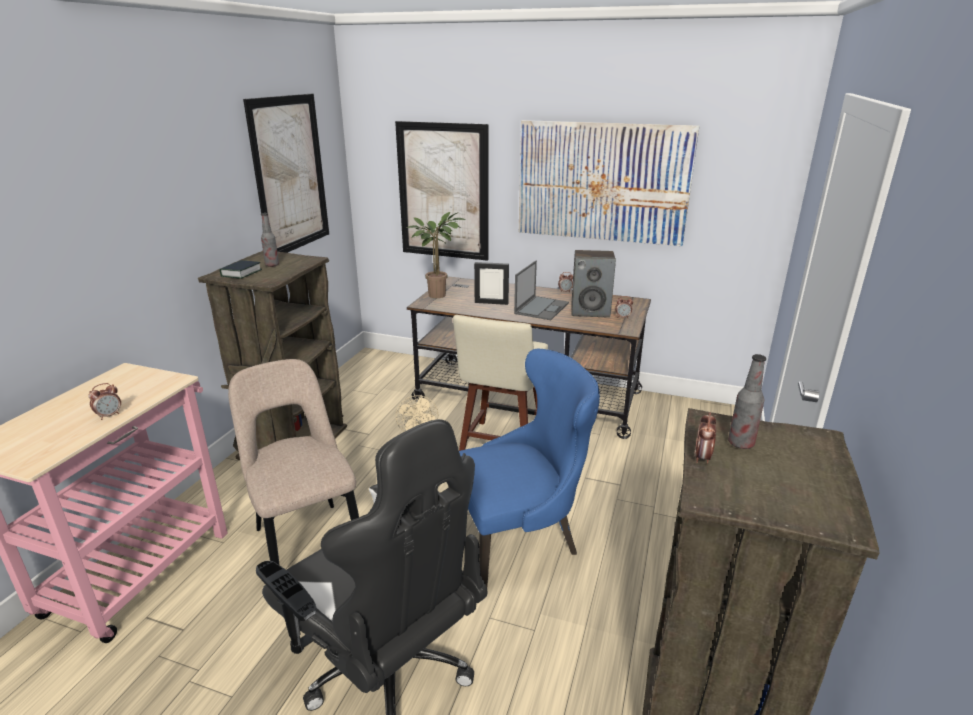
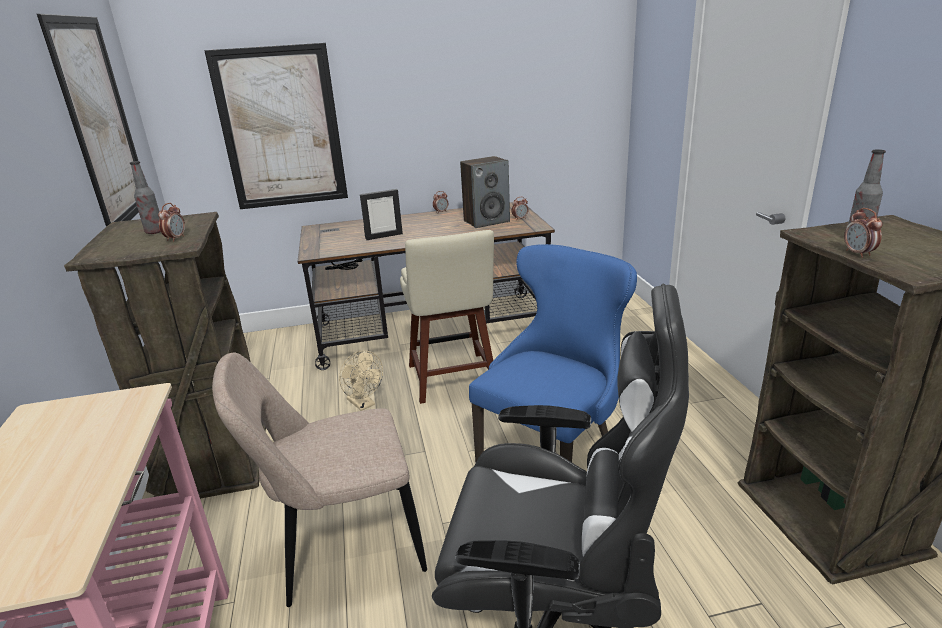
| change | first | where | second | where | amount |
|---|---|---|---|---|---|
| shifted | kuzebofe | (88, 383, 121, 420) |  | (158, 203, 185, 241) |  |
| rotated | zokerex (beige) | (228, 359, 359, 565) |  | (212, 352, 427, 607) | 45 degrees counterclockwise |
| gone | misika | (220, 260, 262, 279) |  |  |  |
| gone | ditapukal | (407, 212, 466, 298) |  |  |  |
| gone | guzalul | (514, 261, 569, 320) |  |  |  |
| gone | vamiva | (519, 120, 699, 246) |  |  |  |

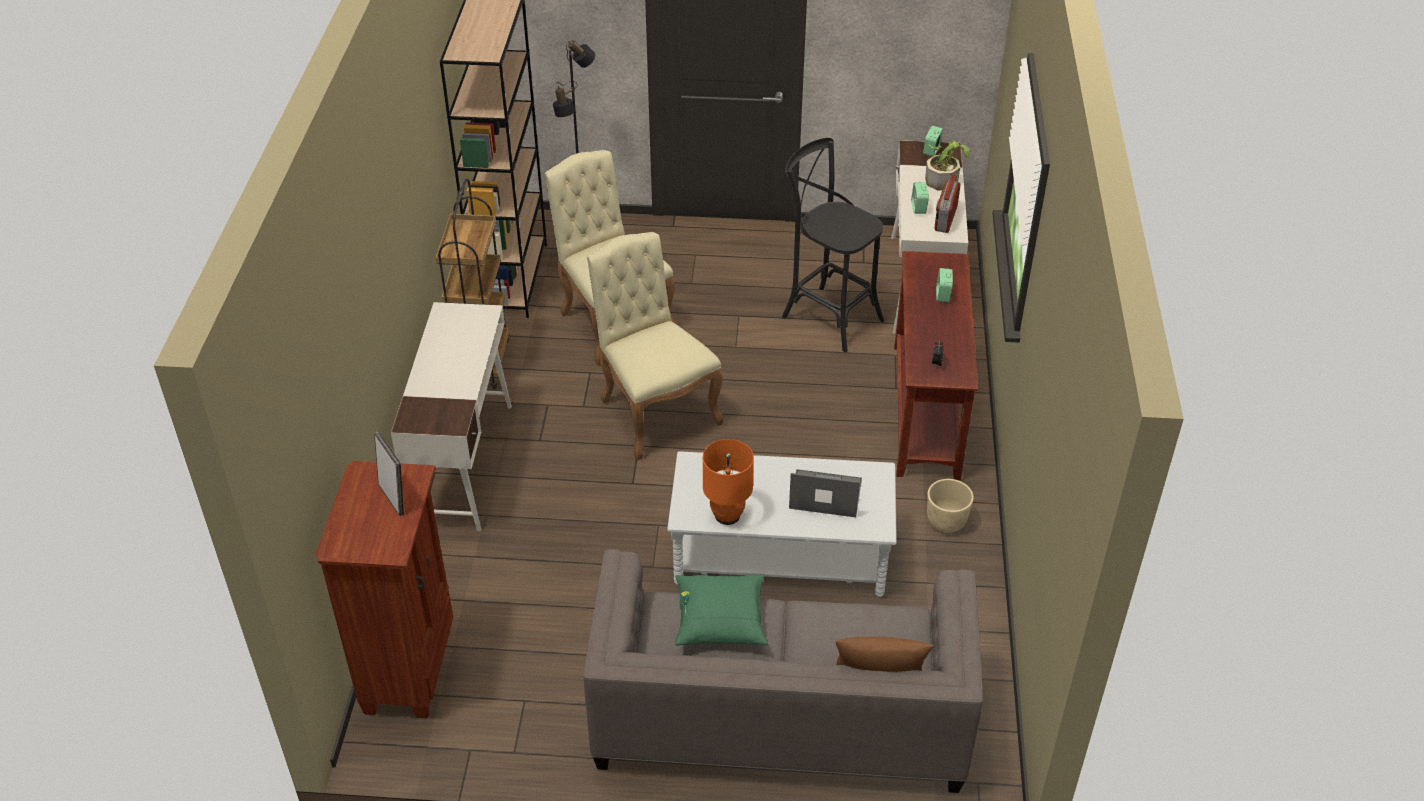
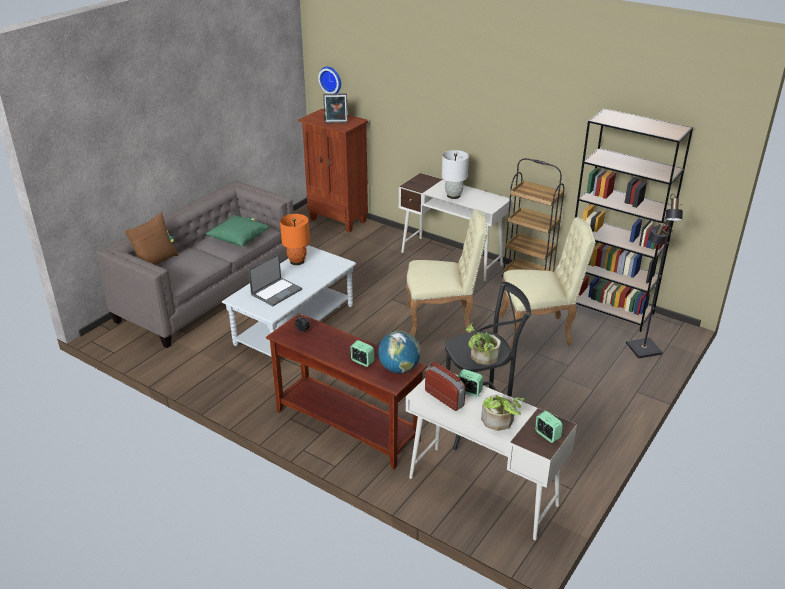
| change | first | where | second | where | amount |
|---|---|---|---|---|---|
| new |  |  | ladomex | (318, 67, 341, 94) |  |
| new |  |  | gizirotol | (378, 331, 421, 373) |  |
| new |  |  | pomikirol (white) | (442, 150, 469, 199) |  |
| new |  |  | ditapukal | (466, 323, 501, 365) |  |
| gone | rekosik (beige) | (927, 479, 974, 533) |  |  |  |

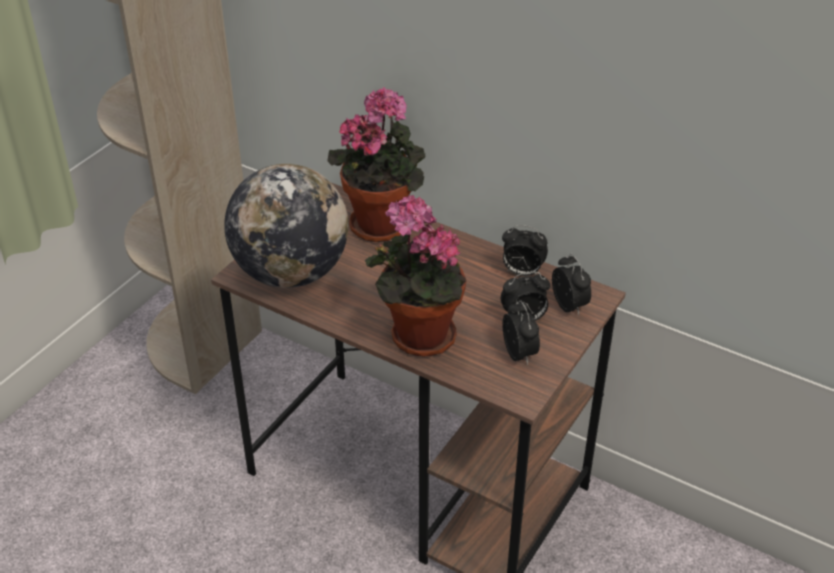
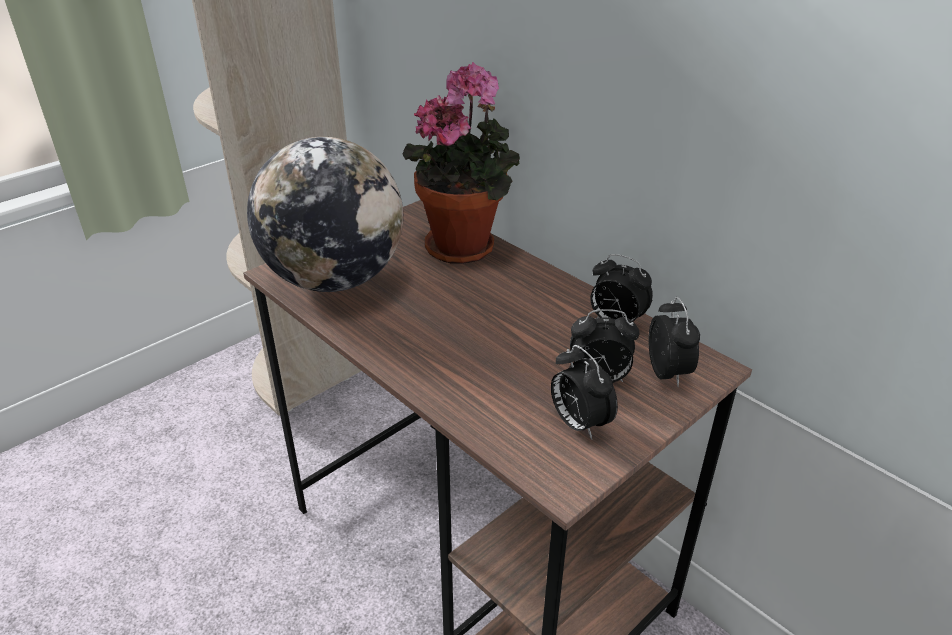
| change | first | where | second | where | amount |
|---|---|---|---|---|---|
| rotated | kuzebofe | (502, 300, 540, 365) |  | (551, 345, 618, 440) | 150 degrees clockwise |
| gone | ditapukal | (365, 195, 466, 357) |  |  |  |

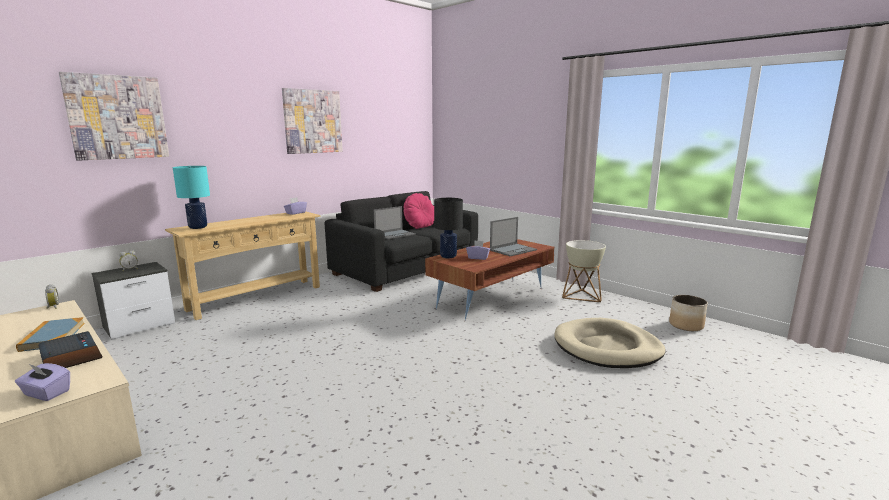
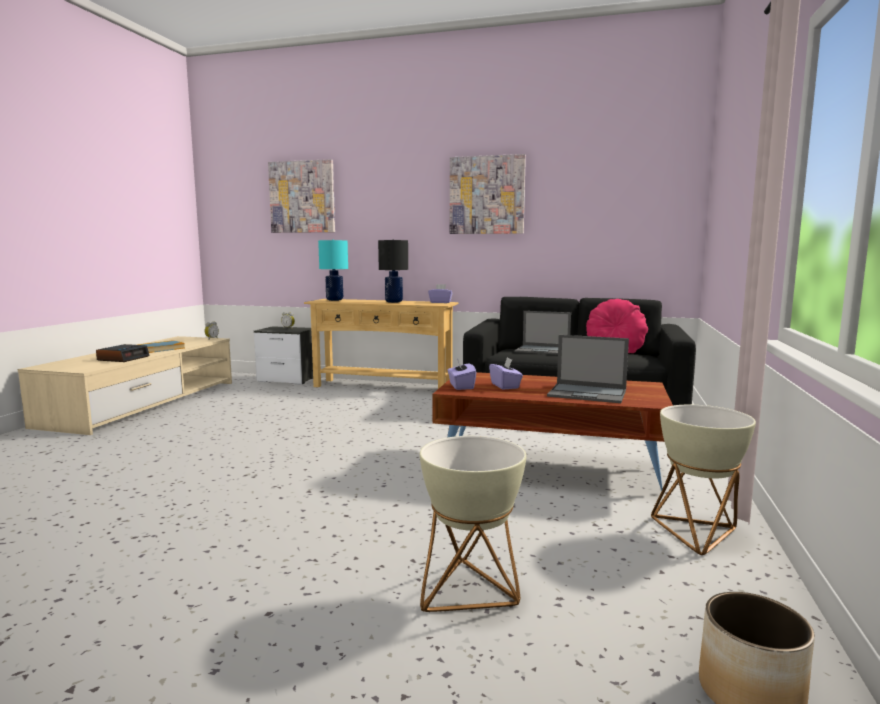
| change | first | where | second | where | amount |
|---|---|---|---|---|---|
| shifted | pomikirol (black) | (434, 198, 463, 259) |  | (378, 239, 408, 303) |  |
| swapped | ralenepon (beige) | (554, 318, 665, 368) | rekosik | (420, 436, 526, 612) |  |
| shifted | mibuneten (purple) | (15, 363, 70, 401) |  | (447, 359, 476, 390) |  |

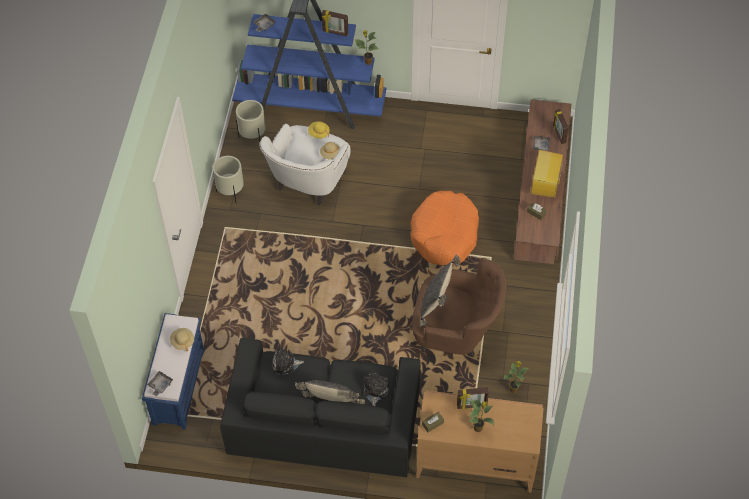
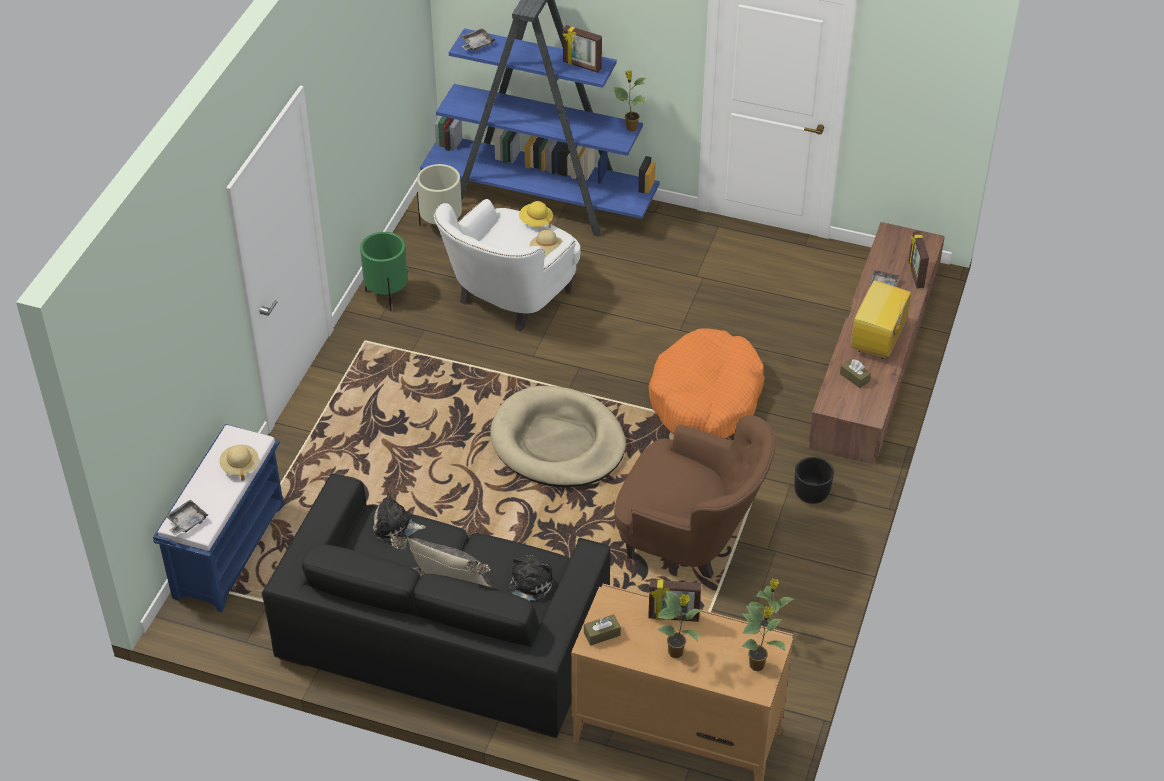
| change | first | where | second | where | amount |
|---|---|---|---|---|---|
| repainted | rekosik (beige) | (213, 156, 244, 203) | rekosik (green) | (360, 232, 408, 311) |  |
| new |  |  | ralenepon (beige) | (490, 386, 626, 487) |  |
| new |  |  | ditapukal | (742, 606, 786, 671) |  |
| new |  |  | rekosik (black) | (794, 457, 834, 504) |  |
| gone | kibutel | (420, 255, 461, 327) |  |  |  |

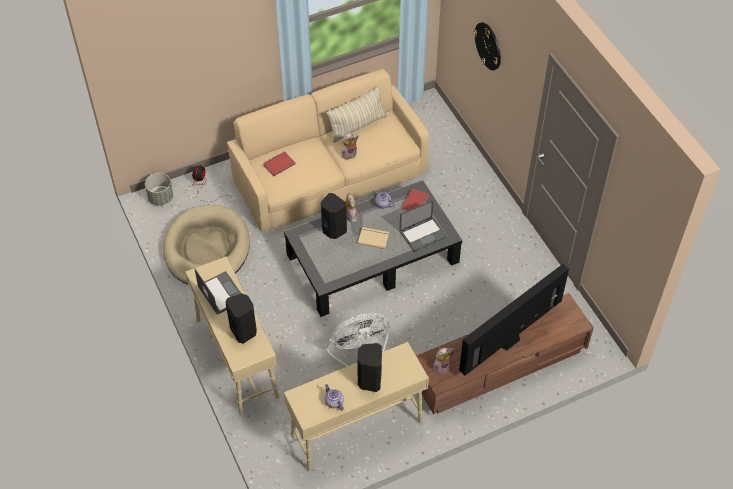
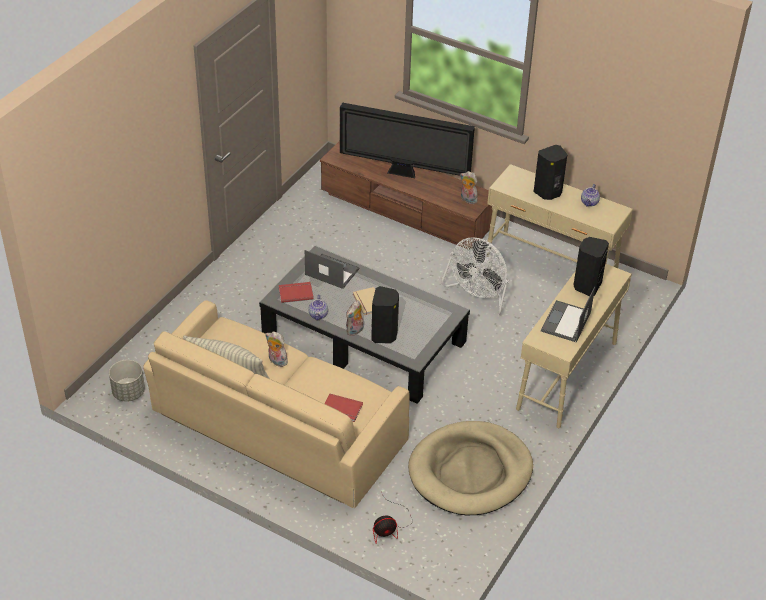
| change | first | where | second | where | amount |
|---|---|---|---|---|---|
| shifted | rekosik (grey) | (145, 173, 173, 206) |  | (109, 360, 145, 402) |  |
| gone | ladomex | (473, 22, 501, 70) |  |  |  |

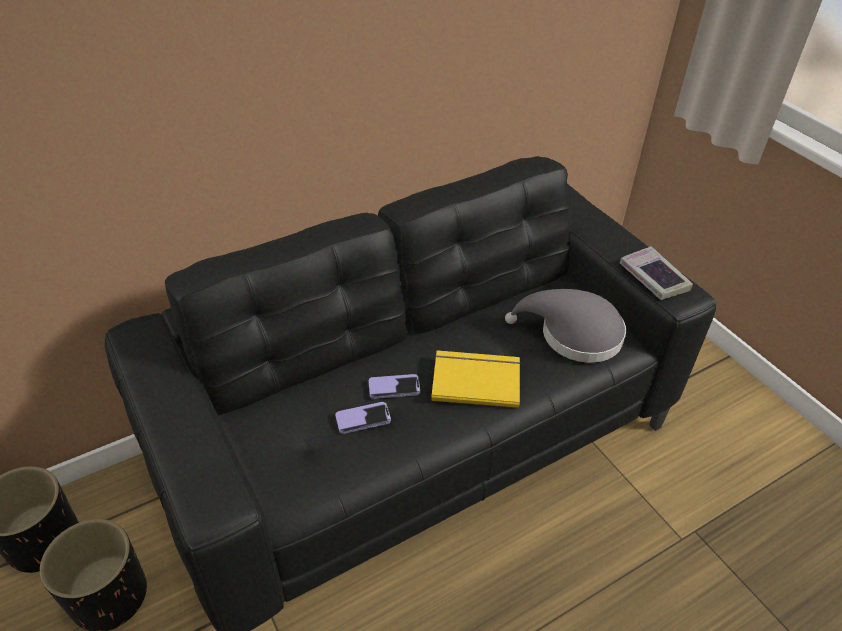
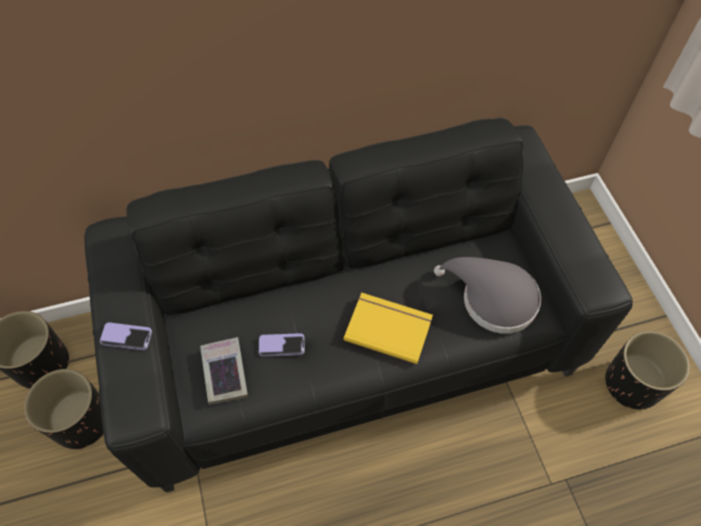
| change | first | where | second | where | amount |
|---|---|---|---|---|---|
| shifted | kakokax | (369, 374, 420, 399) |  | (100, 322, 152, 350) |  |
| shifted | misika | (620, 246, 693, 300) |  | (200, 337, 248, 405) |  |
| new |  |  | rekosik (black) | (605, 331, 690, 410) |  |

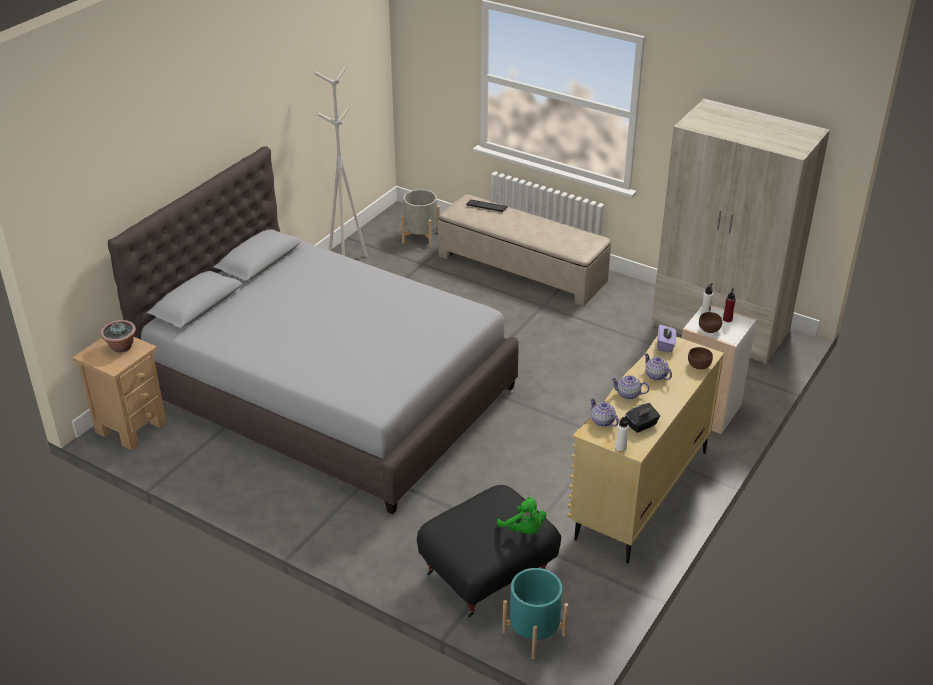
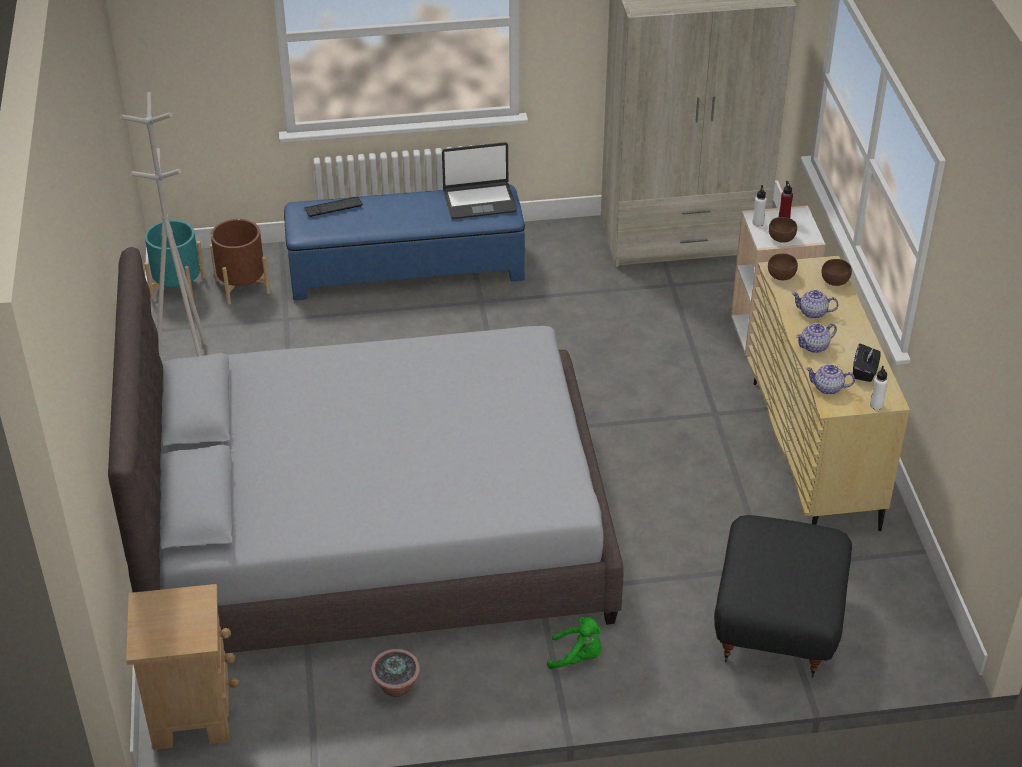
| change | first | where | second | where | amount |
|---|---|---|---|---|---|
| shifted | rekosik (turquoise) | (502, 568, 568, 660) |  | (144, 220, 206, 300) |  |
| repainted | rekosik (grey) | (401, 189, 440, 248) | rekosik (brown) | (210, 219, 270, 305) |  |
| repainted | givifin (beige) | (438, 194, 611, 306) | givifin (blue) | (284, 185, 525, 300) |  |
| shifted | ditapukal | (101, 320, 136, 353) |  | (371, 649, 420, 697) |  |
| new |  |  | guzalul | (442, 142, 517, 219) |  |
| shifted | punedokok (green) | (497, 497, 546, 534) |  | (547, 617, 602, 669) |  |
| swapped | mibuneten (purple) | (657, 324, 676, 352) | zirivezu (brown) | (768, 254, 798, 280) |  |

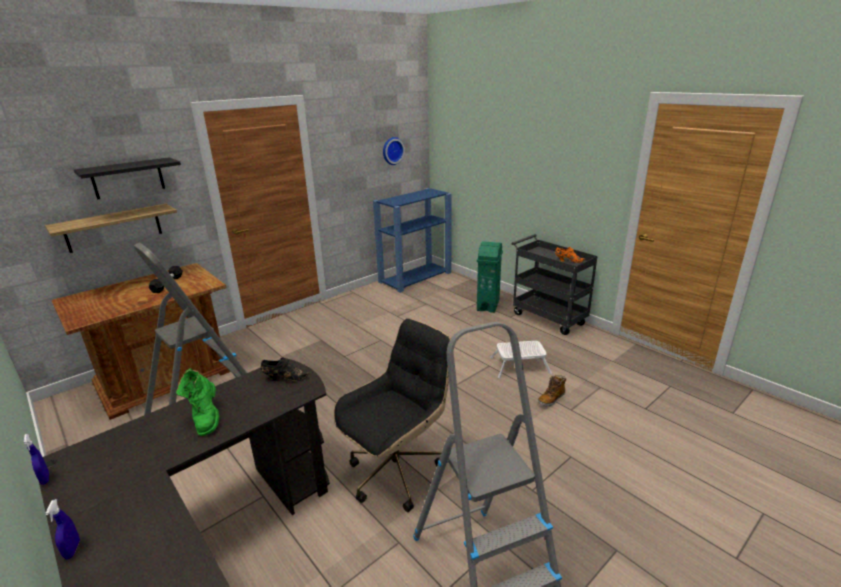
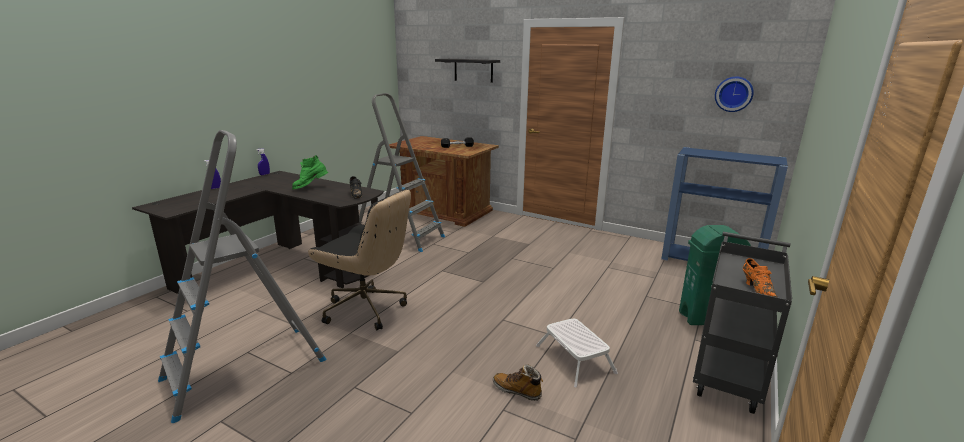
| change | first | where | second | where | amount |
|---|---|---|---|---|---|
| gone | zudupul | (45, 204, 177, 253) |  |  |  |

